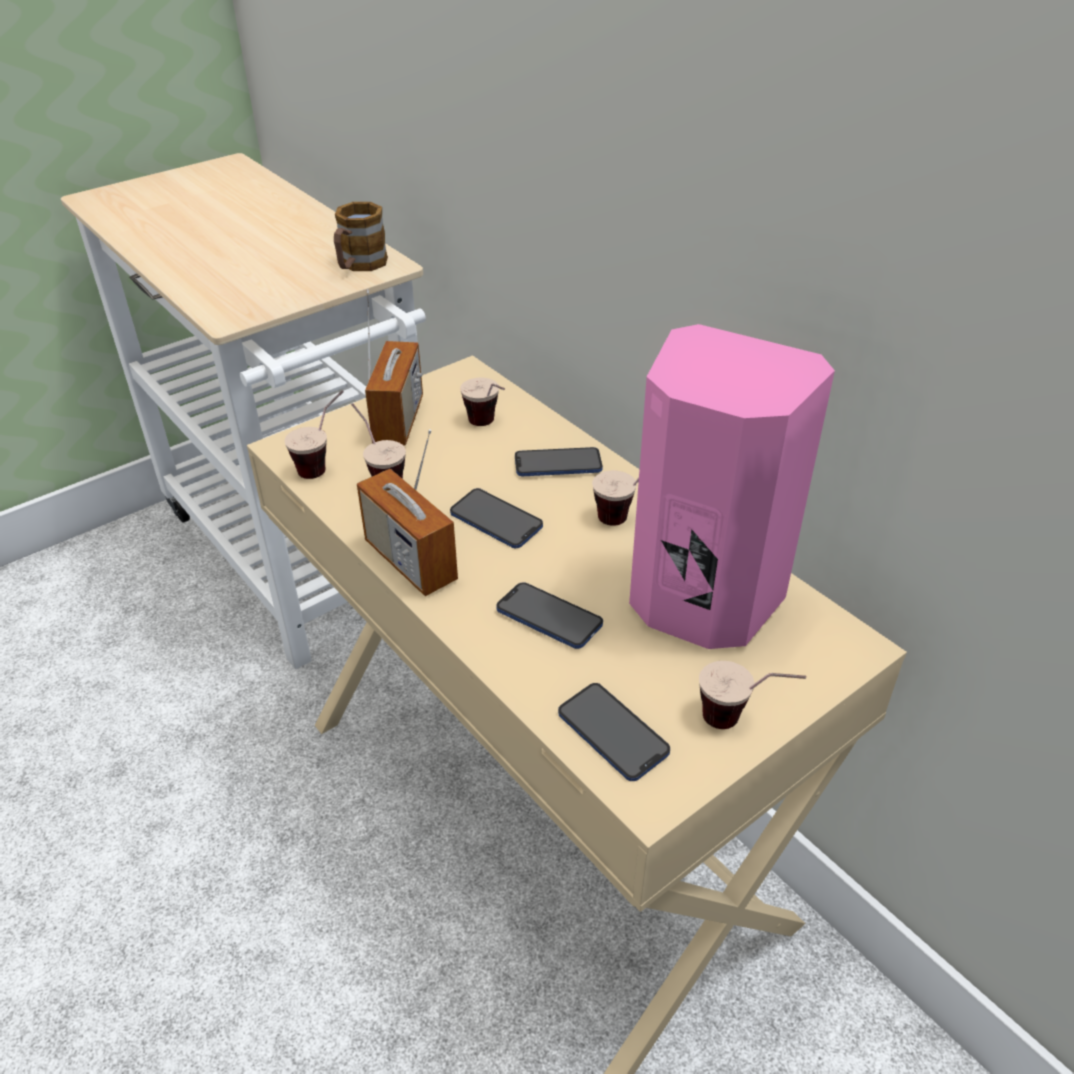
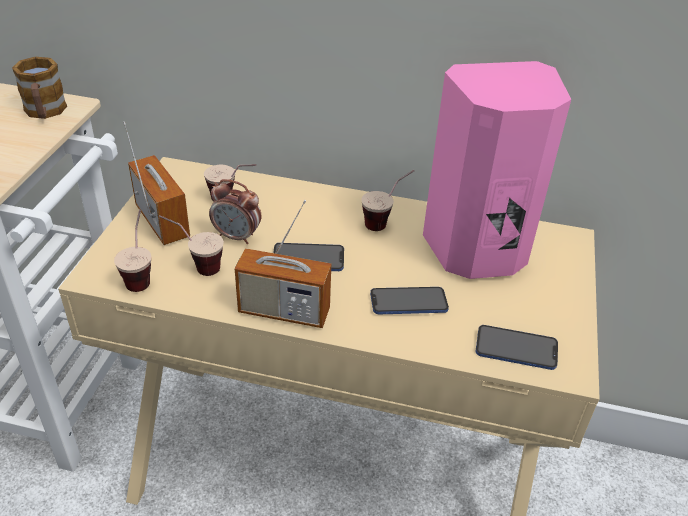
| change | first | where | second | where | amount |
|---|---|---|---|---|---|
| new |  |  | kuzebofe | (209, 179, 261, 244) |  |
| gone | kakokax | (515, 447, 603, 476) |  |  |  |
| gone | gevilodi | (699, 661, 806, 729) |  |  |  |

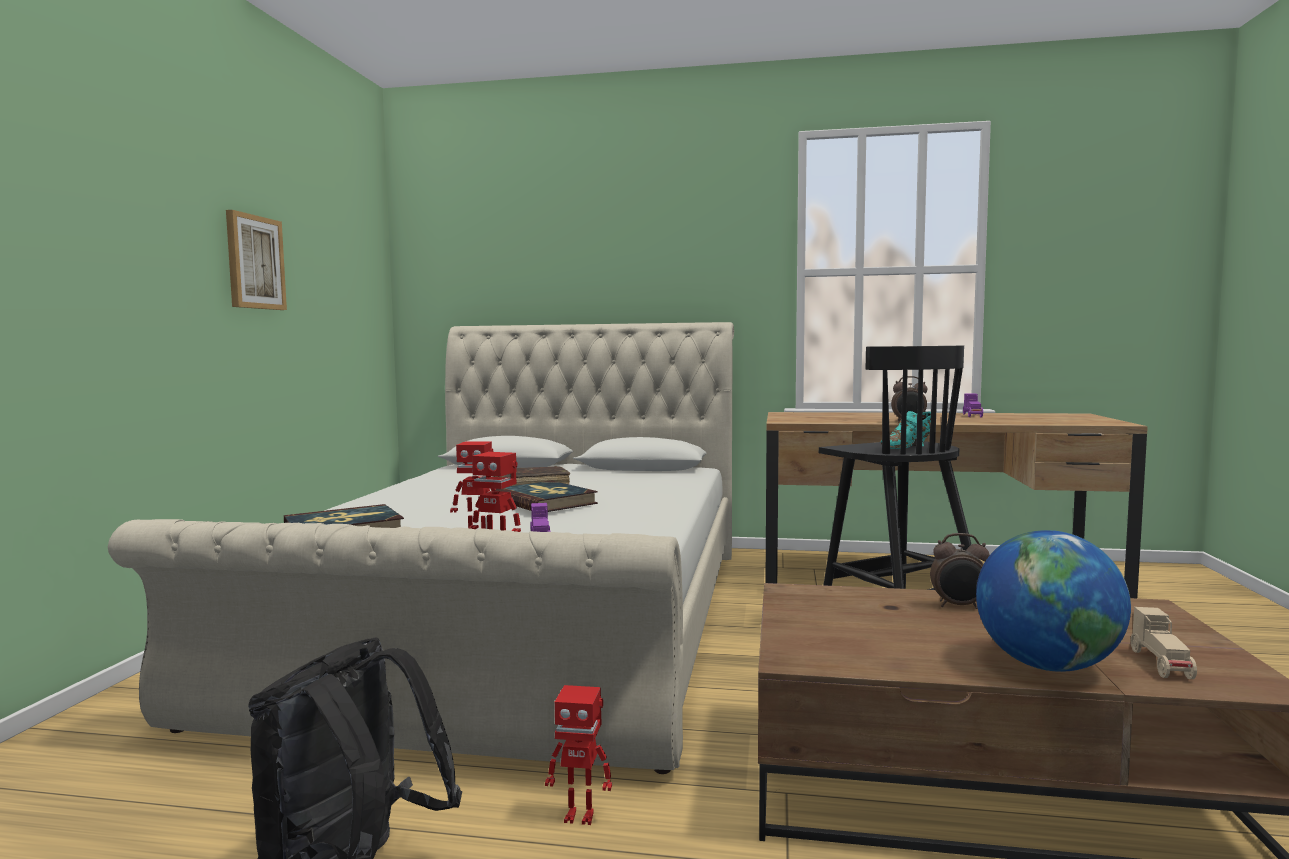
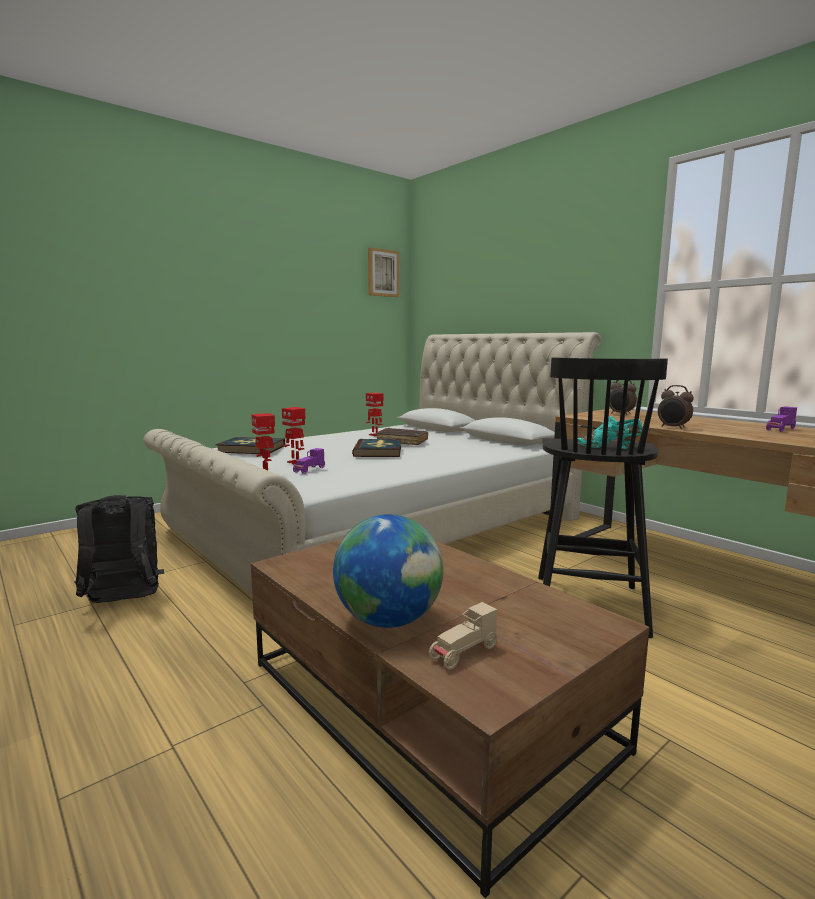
| change | first | where | second | where | amount |
|---|---|---|---|---|---|
| shifted | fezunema | (545, 685, 612, 825) |  | (366, 393, 384, 436) |  |
| shifted | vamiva | (226, 210, 287, 310) |  | (368, 247, 399, 297) |  |
| shifted | kuzebofe | (930, 533, 990, 609) |  | (609, 380, 637, 415) |  |

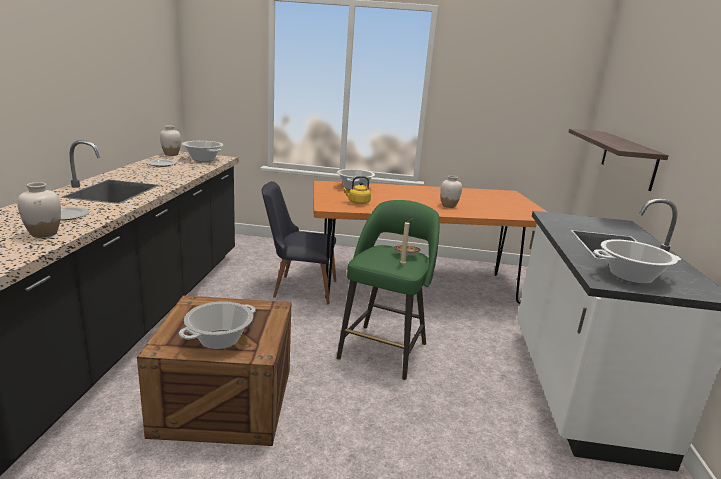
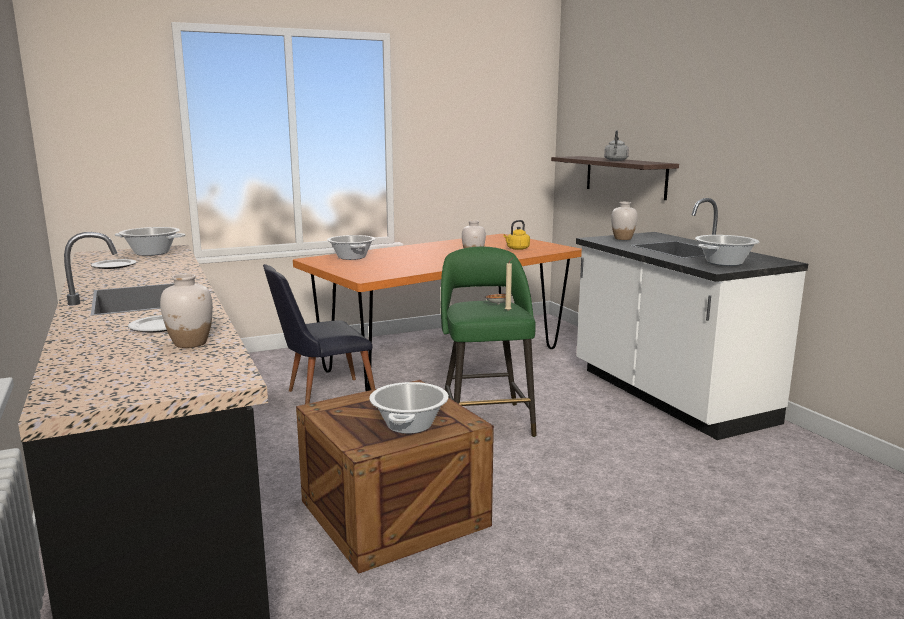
| change | first | where | second | where | amount |
|---|---|---|---|---|---|
| shifted | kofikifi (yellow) | (343, 176, 371, 205) |  | (503, 220, 530, 250) |  |
| new |  |  | kofikifi (grey) | (604, 130, 629, 161) |  |
| shifted | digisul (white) | (160, 126, 181, 156) |  | (611, 202, 638, 240) |  |

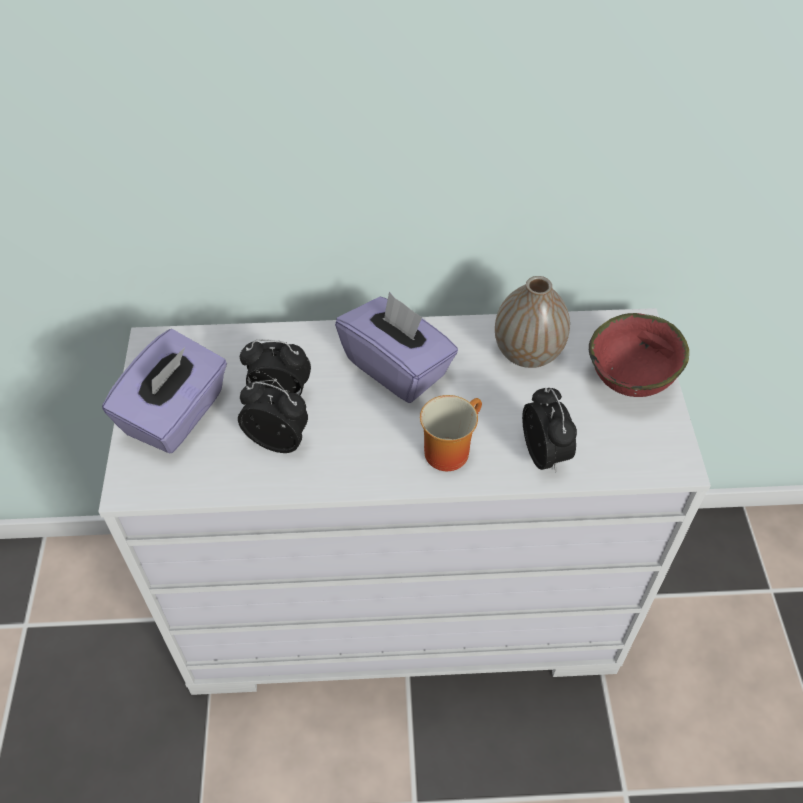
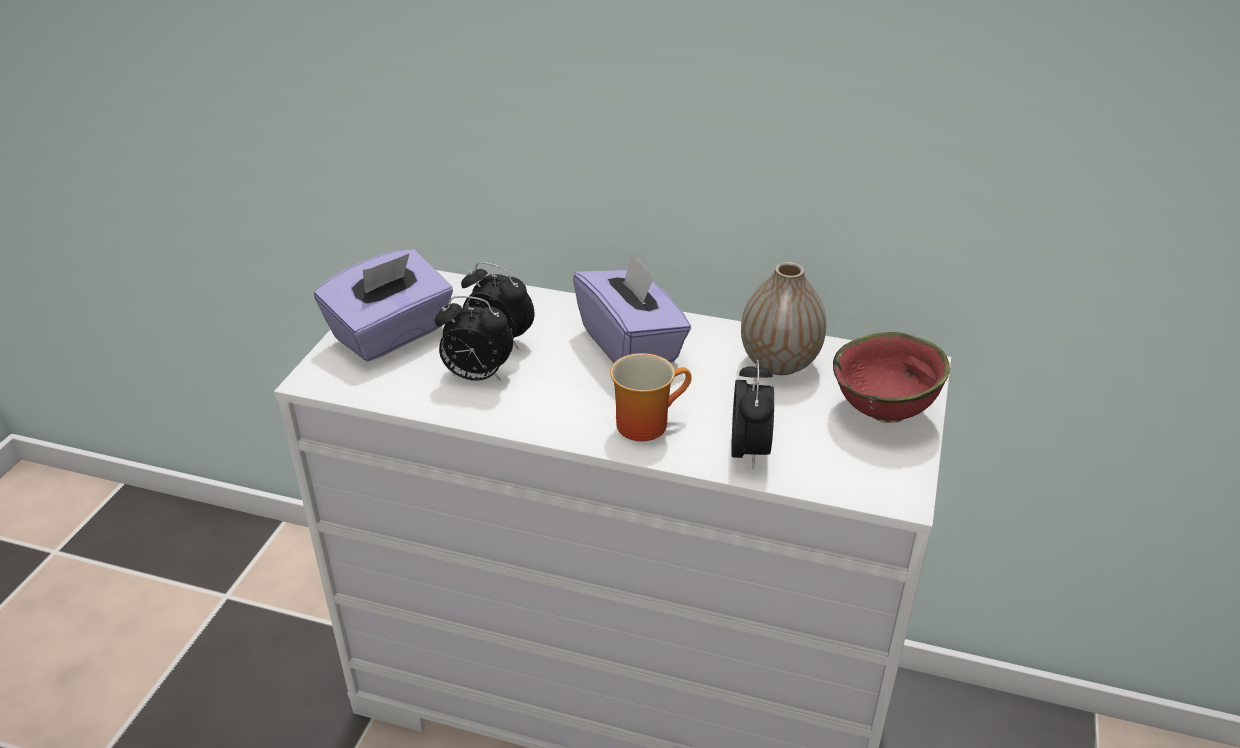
| change | first | where | second | where | amount |
|---|---|---|---|---|---|
| rotated | kuzebofe | (238, 381, 308, 453) |  | (435, 296, 513, 381) | 150 degrees clockwise |

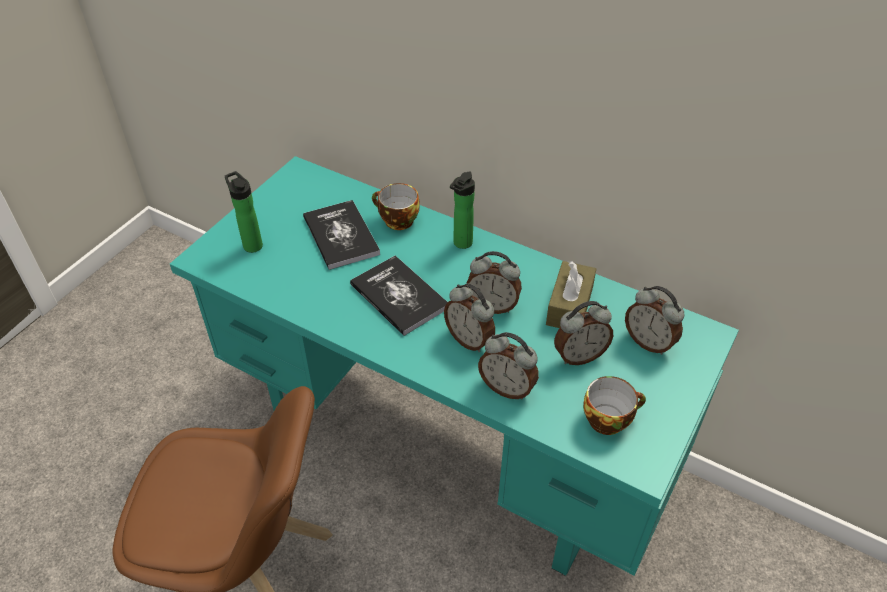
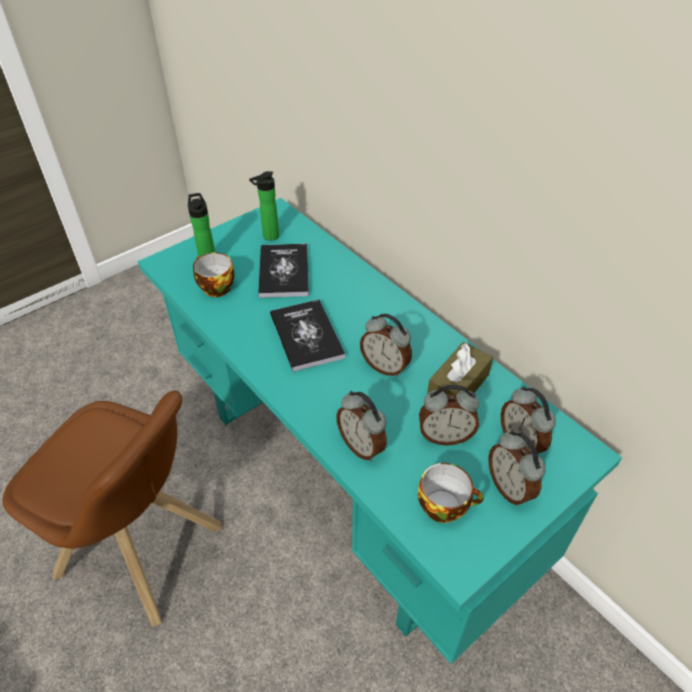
| change | first | where | second | where | amount |
|---|---|---|---|---|---|
| shifted | gevilodi | (372, 183, 420, 230) |  | (193, 253, 235, 297) |  |
| shifted | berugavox | (450, 171, 475, 249) |  | (249, 171, 279, 241) |  |
| shifted | kuzebofe | (444, 284, 495, 352) |  | (488, 430, 545, 506) |  |

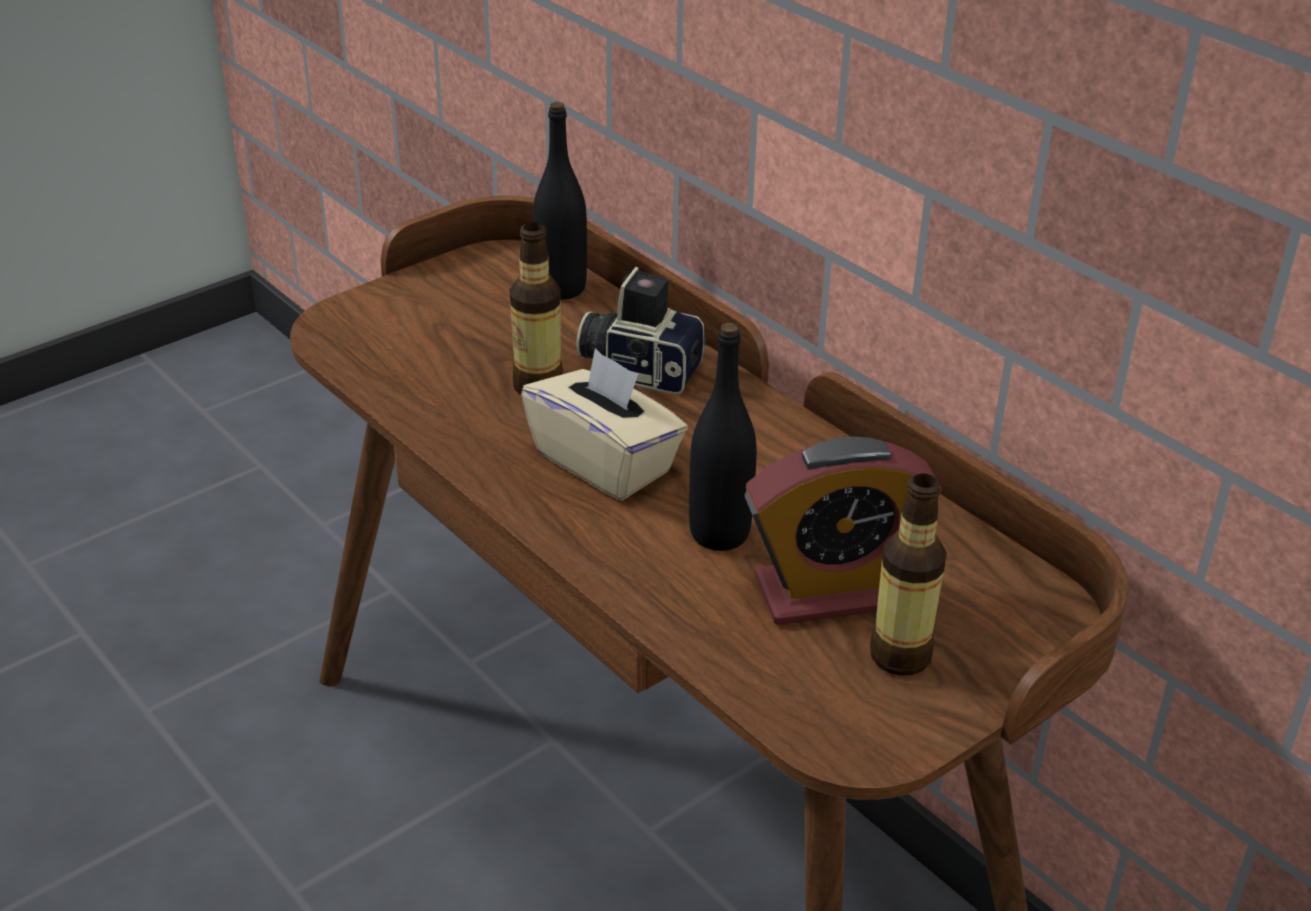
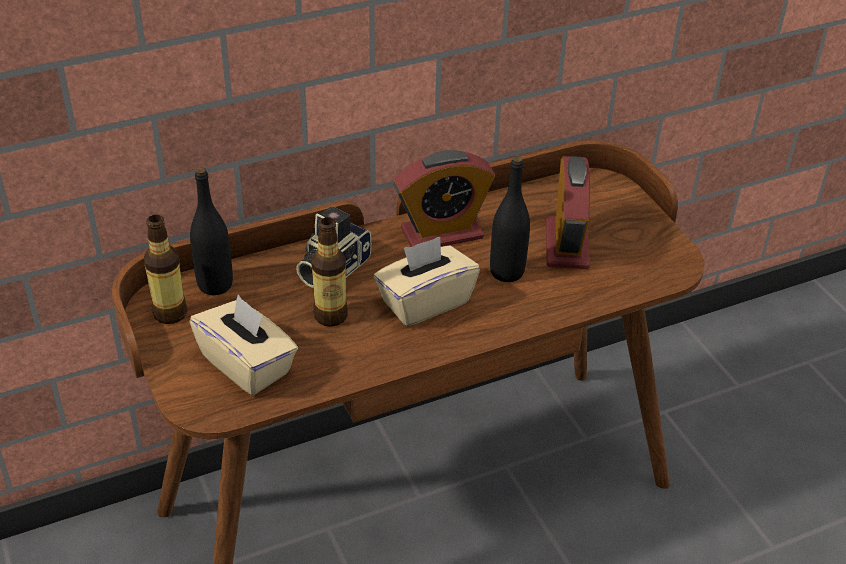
| change | first | where | second | where | amount |
|---|---|---|---|---|---|
| shifted | berugavox | (870, 474, 947, 676) |  | (144, 215, 187, 324) |  |
| new |  |  | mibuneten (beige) | (190, 295, 298, 395) |  |
| new |  |  | kuzebofe | (393, 150, 495, 247) |  |

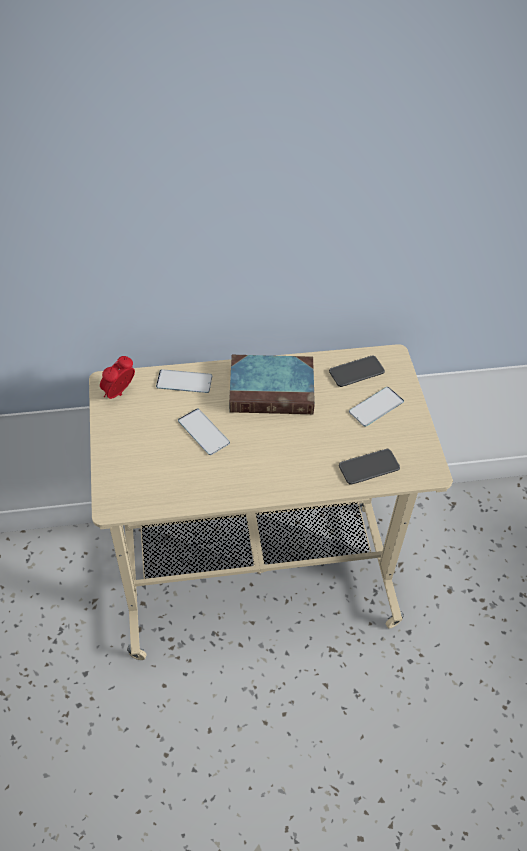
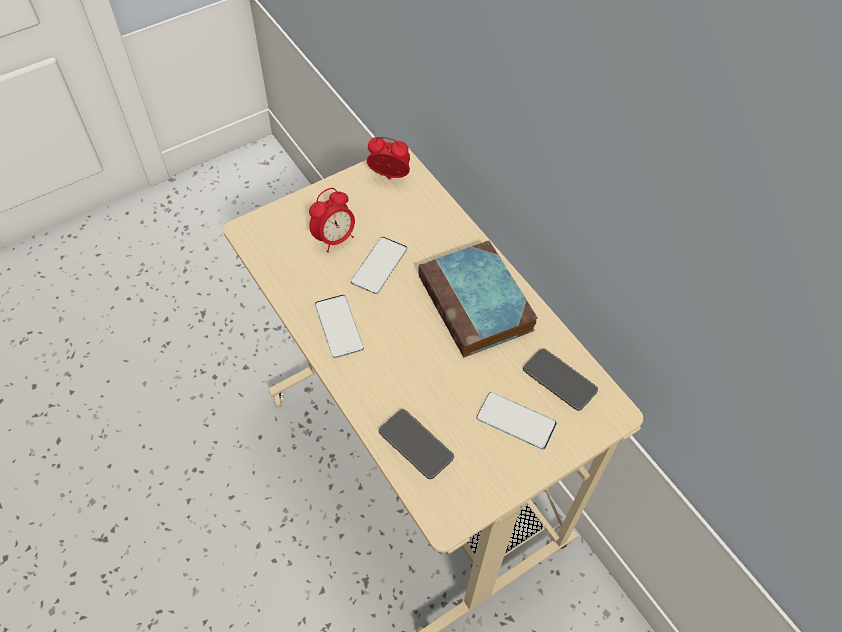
| change | first | where | second | where | amount |
|---|---|---|---|---|---|
| new |  |  | kuzebofe | (309, 188, 355, 253) |  |
| shifted | kakokax | (156, 369, 212, 393) |  | (315, 295, 364, 358) |  |

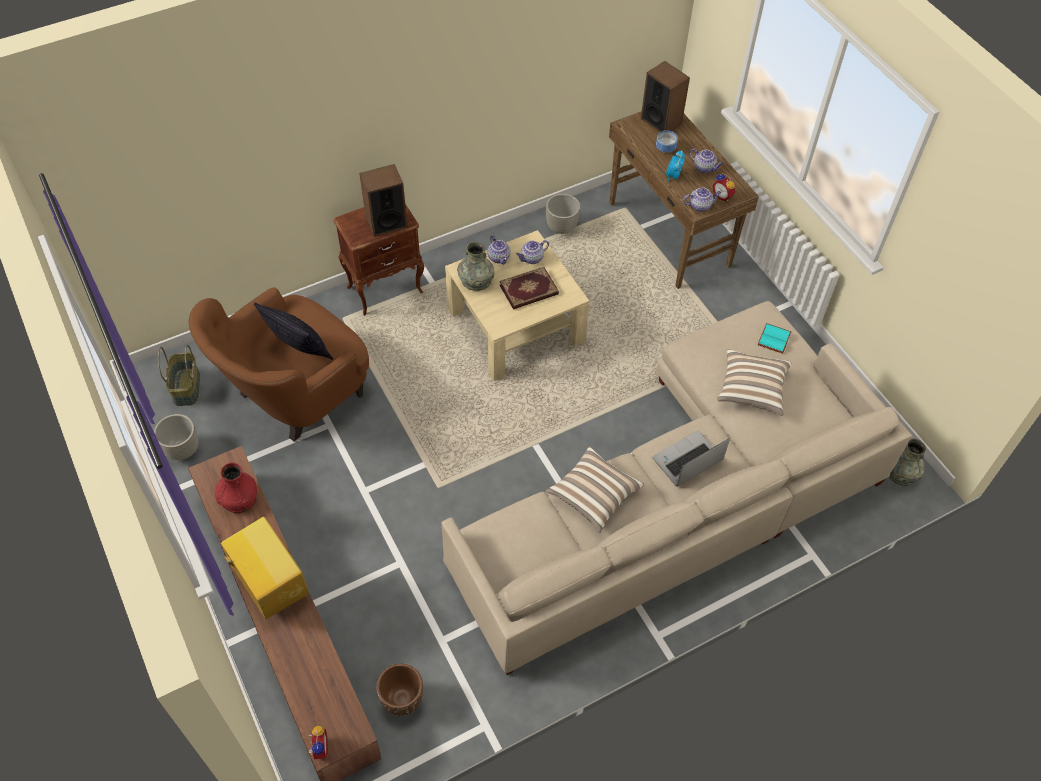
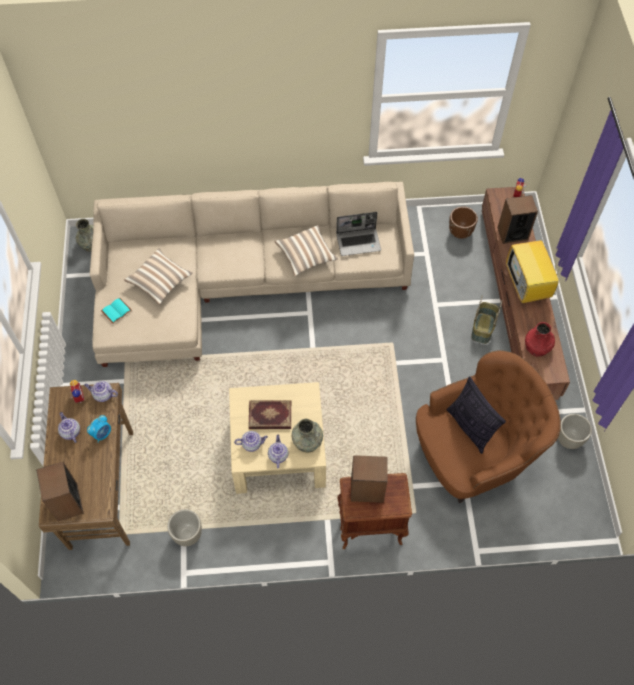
| change | first | where | second | where | amount |
|---|---|---|---|---|---|
| shifted | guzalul | (653, 431, 730, 487) |  | (336, 212, 381, 256) |  |
| shifted | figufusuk | (158, 345, 200, 406) |  | (471, 295, 502, 344) |  |
| new |  |  | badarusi | (497, 195, 538, 244) |  |
| gone | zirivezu | (656, 131, 678, 153) |  |  |  |

